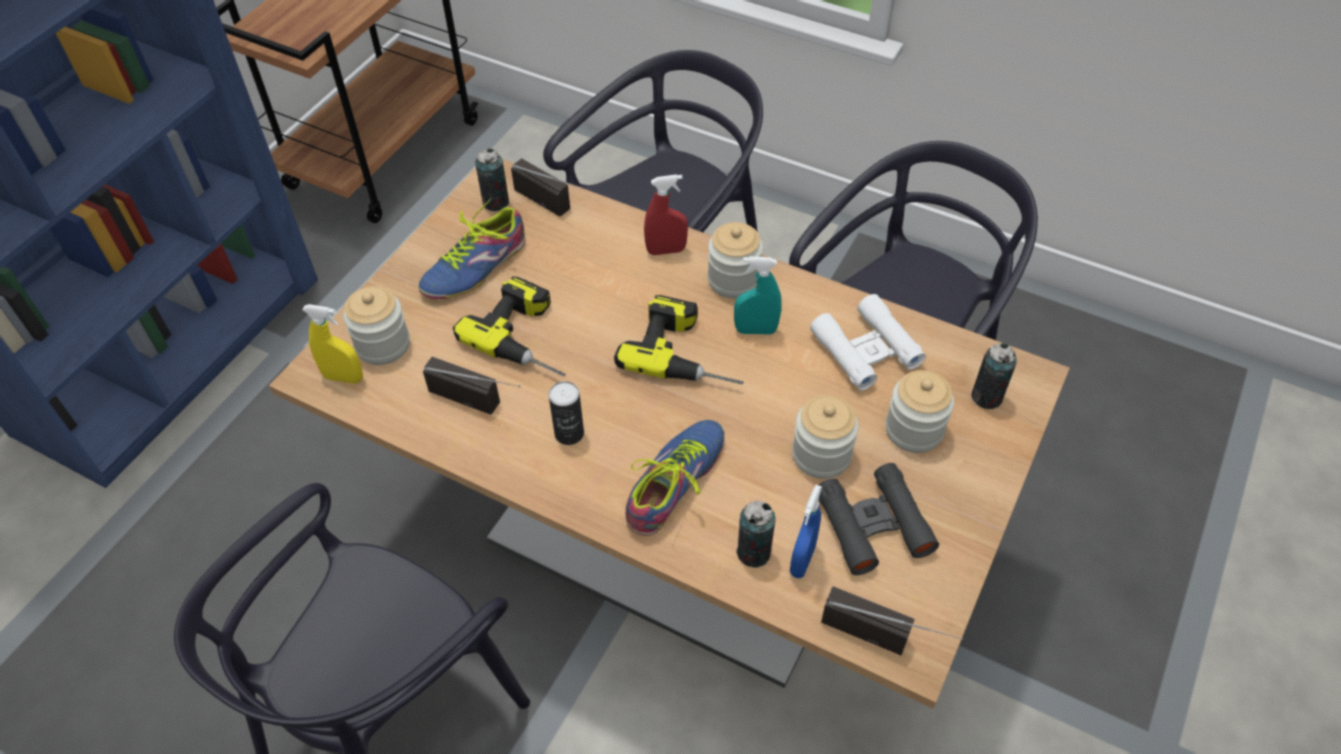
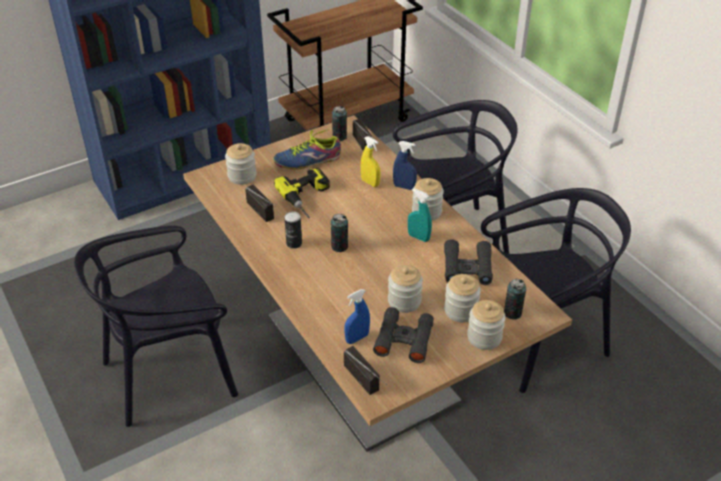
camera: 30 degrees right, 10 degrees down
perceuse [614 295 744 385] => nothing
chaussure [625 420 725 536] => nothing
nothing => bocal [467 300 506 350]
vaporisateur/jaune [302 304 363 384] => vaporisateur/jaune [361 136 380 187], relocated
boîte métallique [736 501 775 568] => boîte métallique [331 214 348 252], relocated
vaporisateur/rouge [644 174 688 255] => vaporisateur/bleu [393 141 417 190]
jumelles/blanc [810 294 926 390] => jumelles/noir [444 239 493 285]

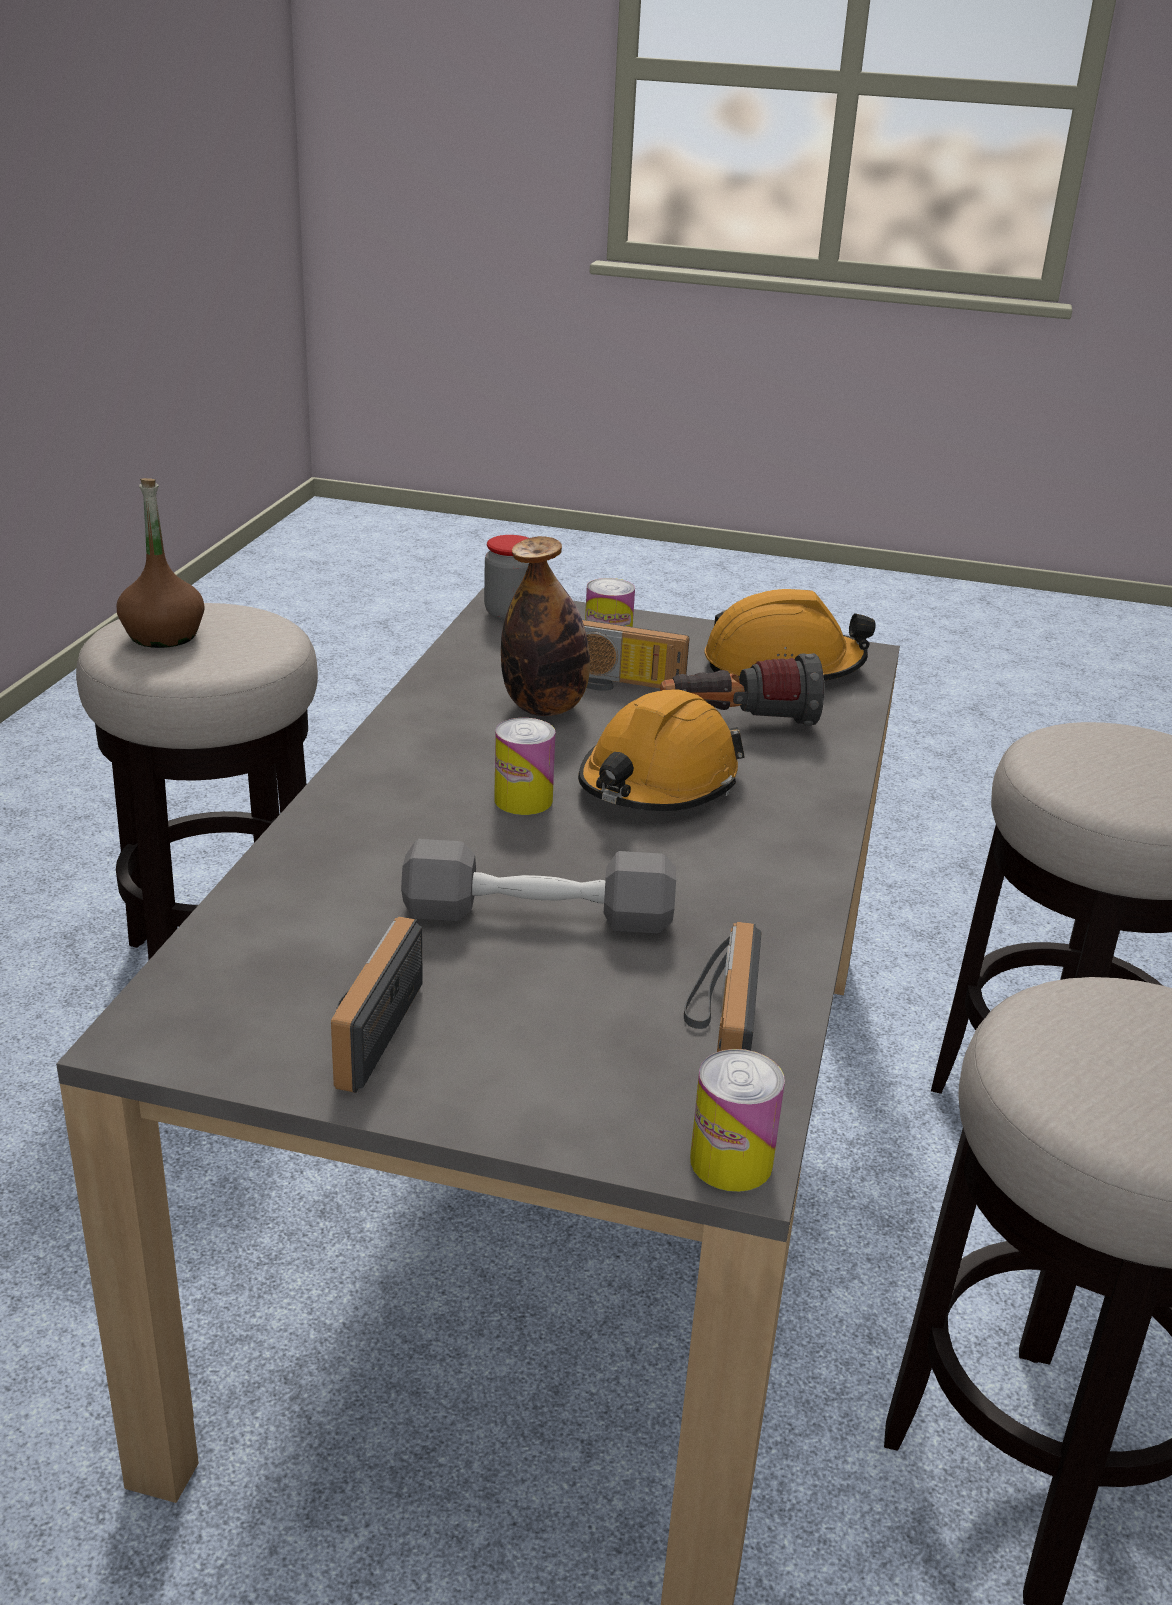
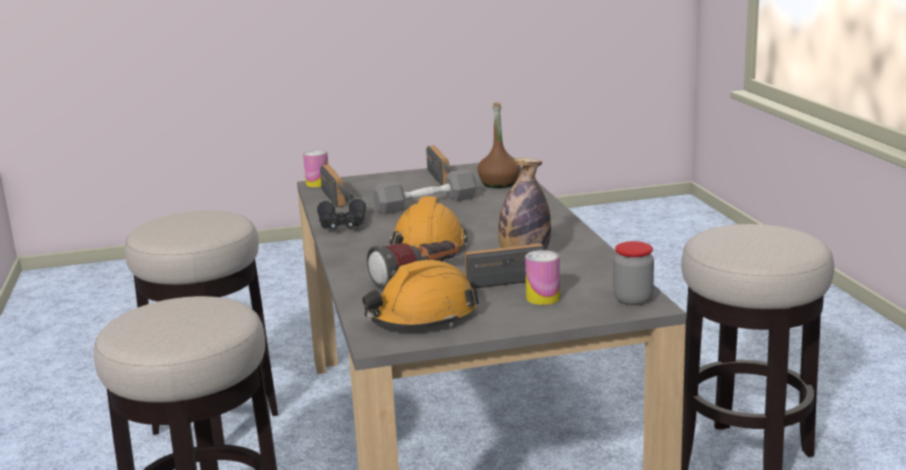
camera: 155 degrees right, 10 degrees down
boîte métallique [494 718 555 815] => nothing
nothing => jumelles/noir [317 198 367 230]
bouteille/marron [117 478 205 648] => bouteille/marron [477 102 520 188], relocated

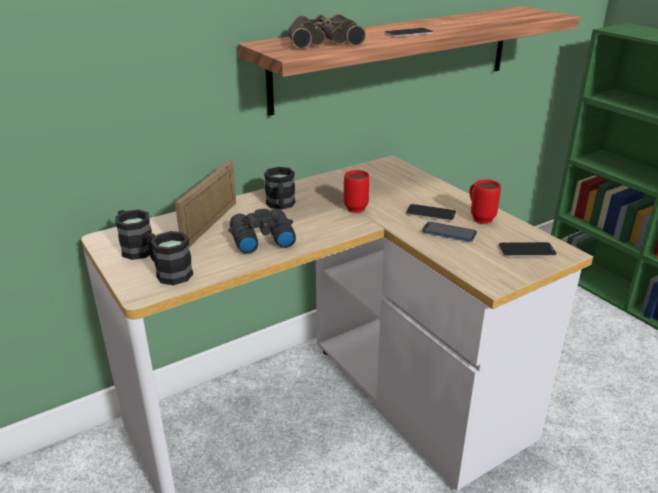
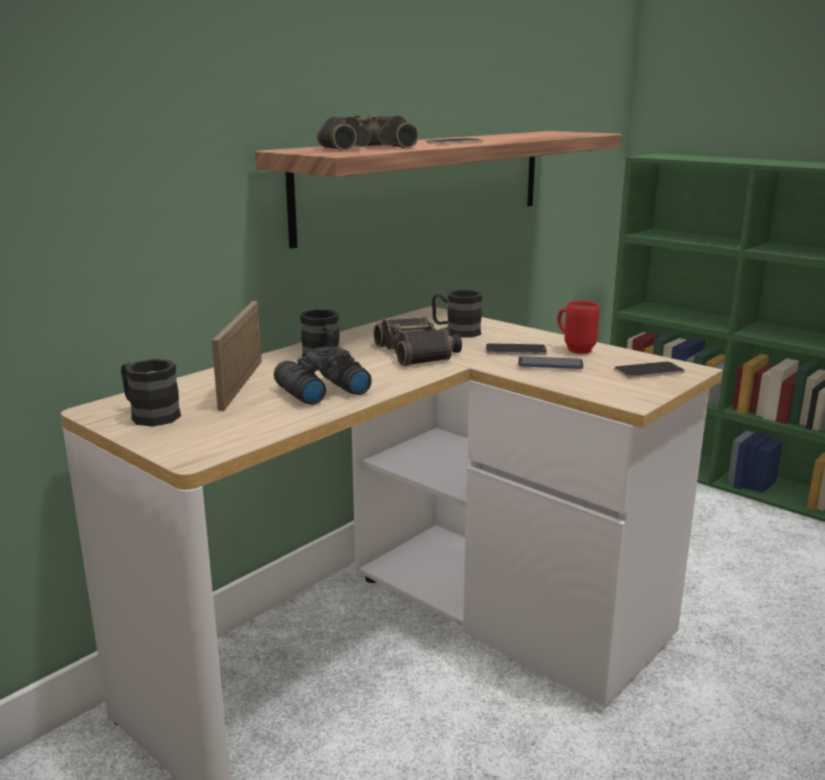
camera: 15 degrees left, 10 degrees down
mug/noir [147 231 193 285] => mug/noir [432 290 482 338], relocated
mug/rouge [344 170 370 213] => jumelles [374 317 462 366]

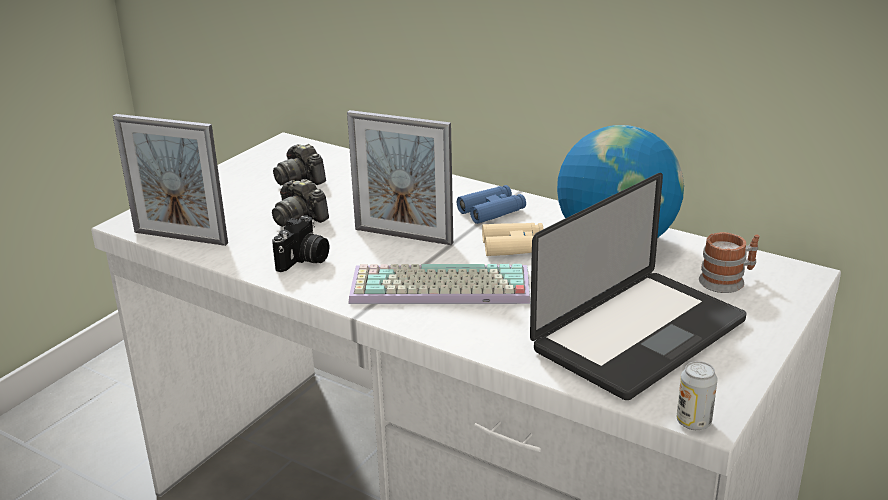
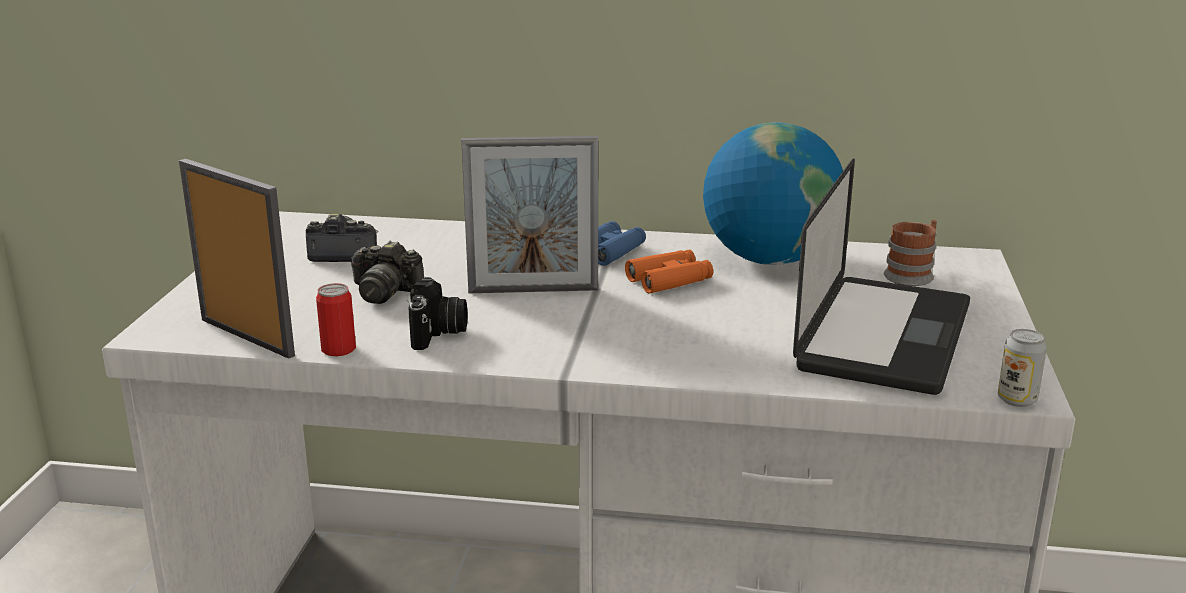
camera: 25 degrees left, 5 degrees down
clavier [349 264 531 304] => nothing
nothing => boîte métallique [316 283 356 356]
jumelles/beige [482 223 544 256] => jumelles/orange [625 250 713 294]
cadre photo [113 114 228 246] => cadre photo [179 159 295 359], 135 degrees counterclockwise
appareil photo [273 144 326 185] => appareil photo [306 214 378 262], 150 degrees clockwise

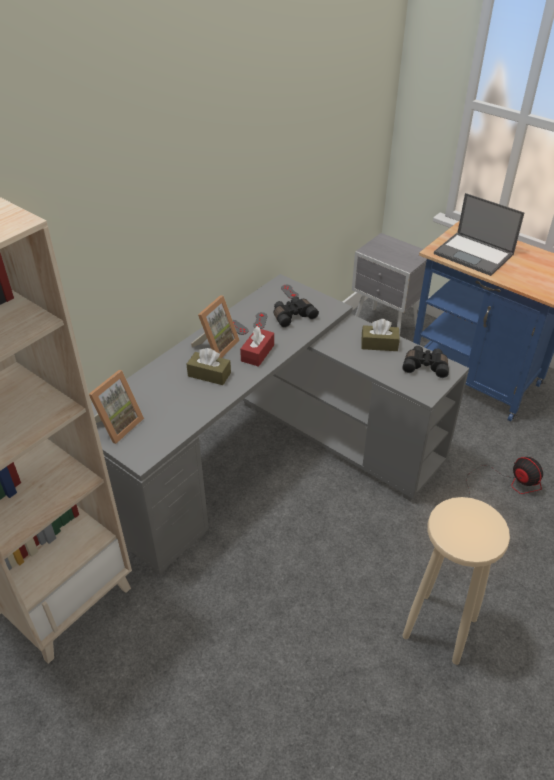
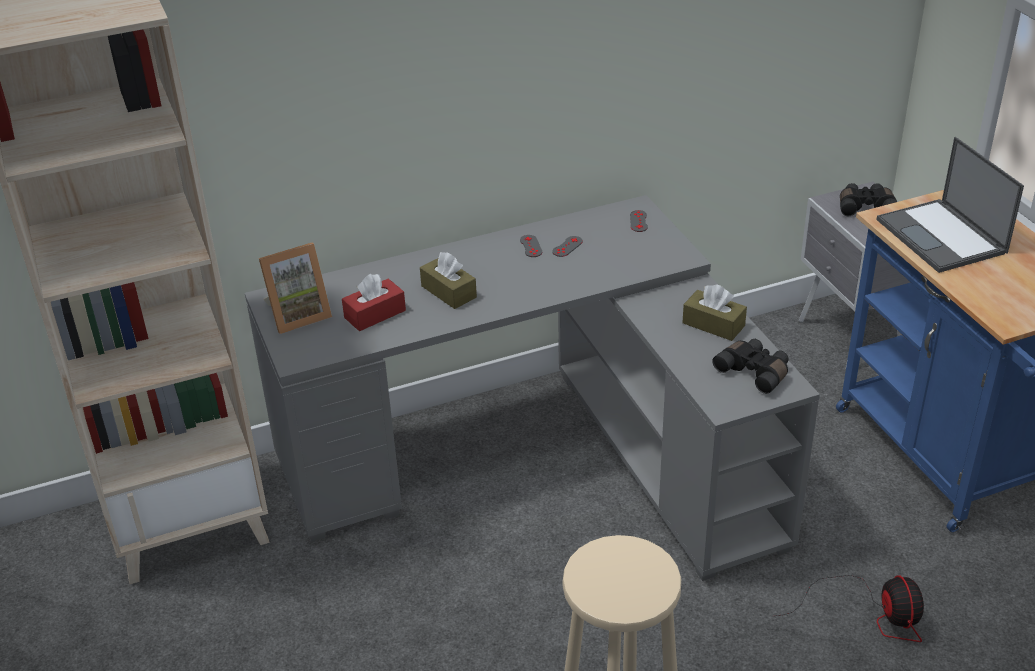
camera: 30 degrees right, 5 degrees down
cadre photo [191 295 240 358] => nothing
boîte à mouchoirs/rouge [240 326 274 367] => boîte à mouchoirs/rouge [342 274 406 331], relocated
jumelles/noir [274 297 319 328] => jumelles/noir [840 183 897 216], relocated

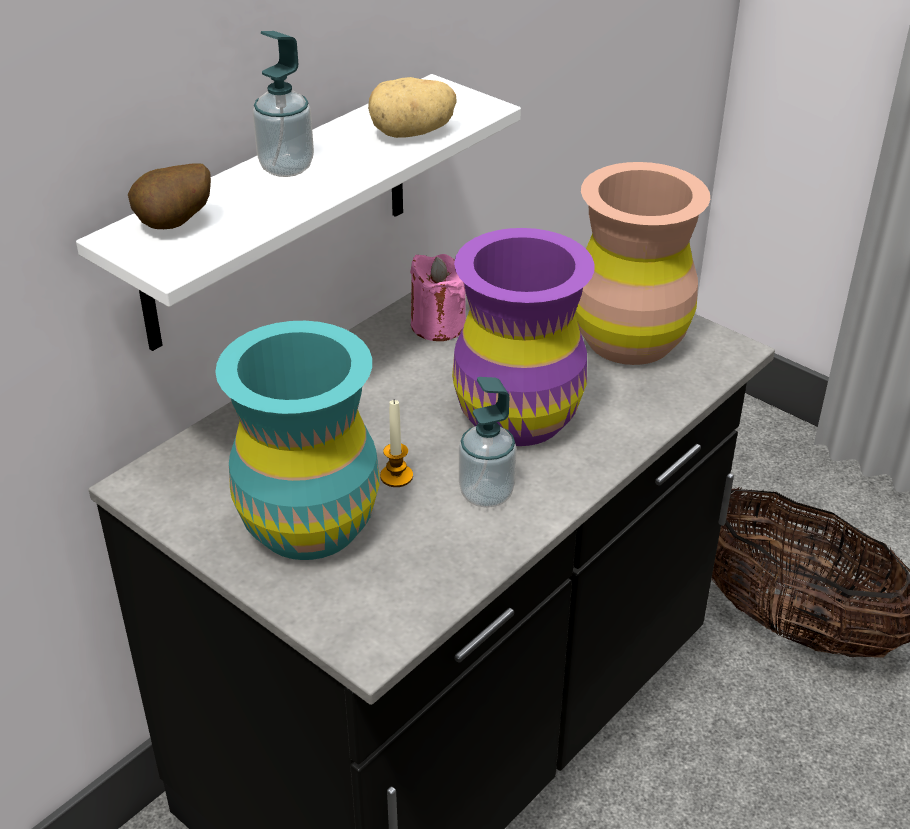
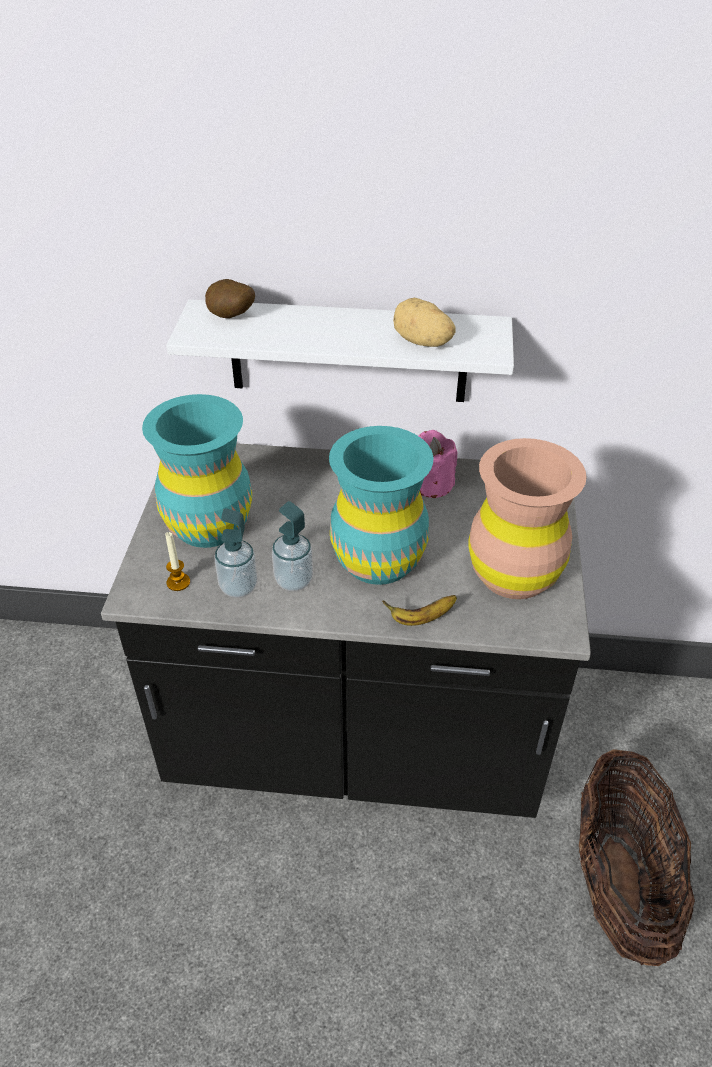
camera: 55 degrees right, 5 degrees up
nothing => banane [382 595 457 626]
distributeur de savon [253 31 314 177] => distributeur de savon [215 508 258 598], relocated
bougie [380 400 413 487] => bougie [165 532 190 591], relocated
vase/violet [452 228 595 446] => vase/turquoise [329 426 433 585]

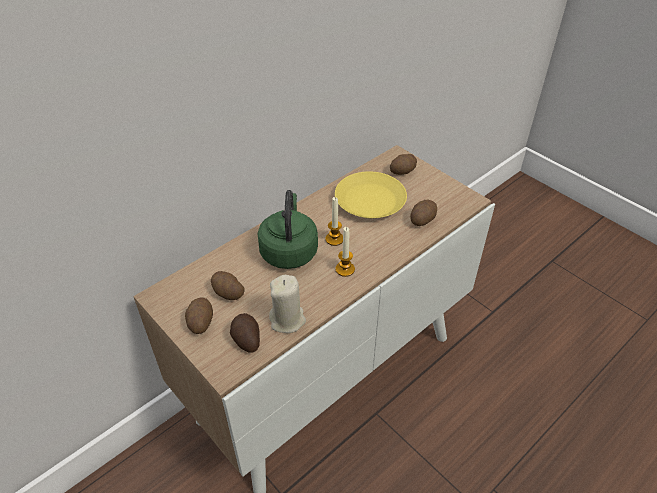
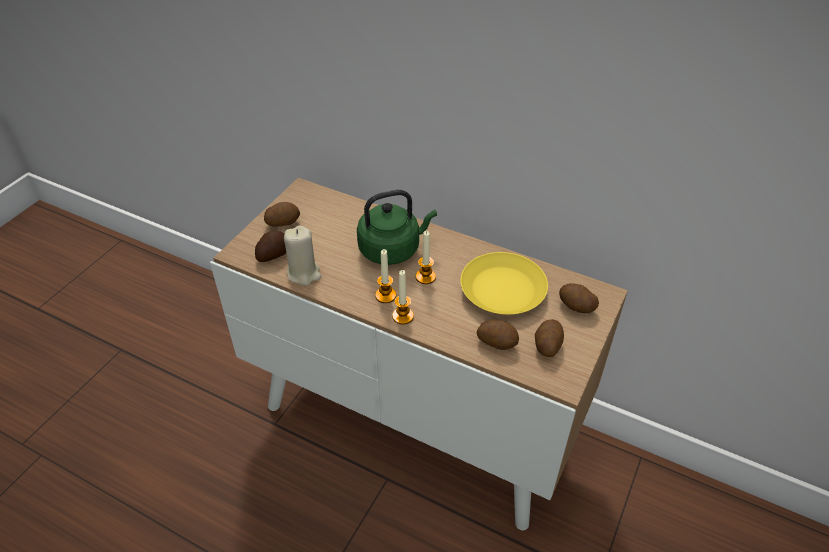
camera: 70 degrees right, 0 degrees up
nothing => bougie [392 270 414 324]
pomme de terre [211 271 245 300] => pomme de terre [535 319 564 357], relocated

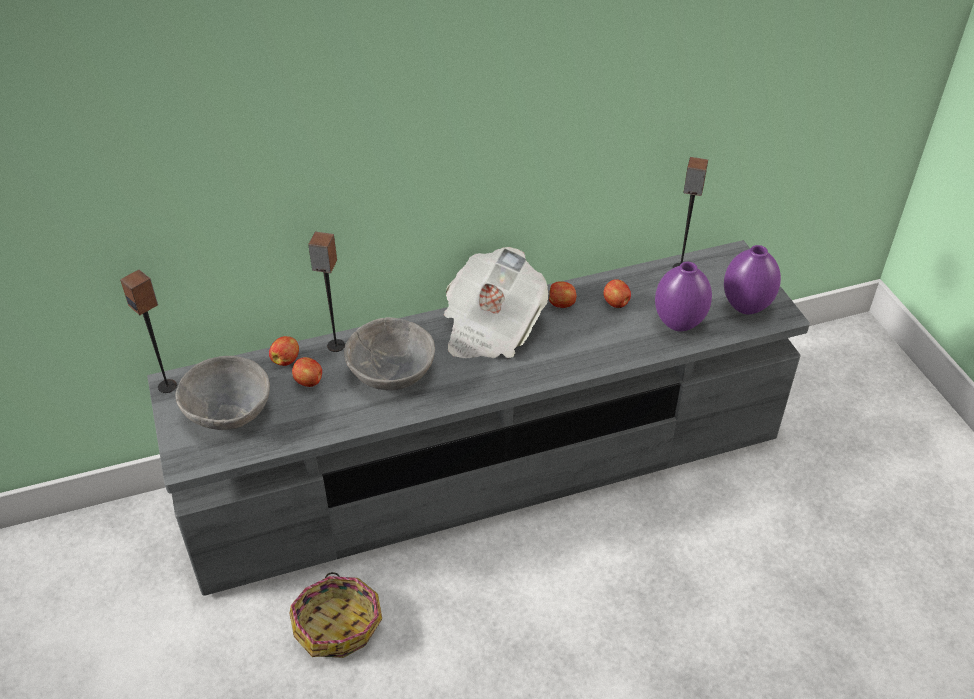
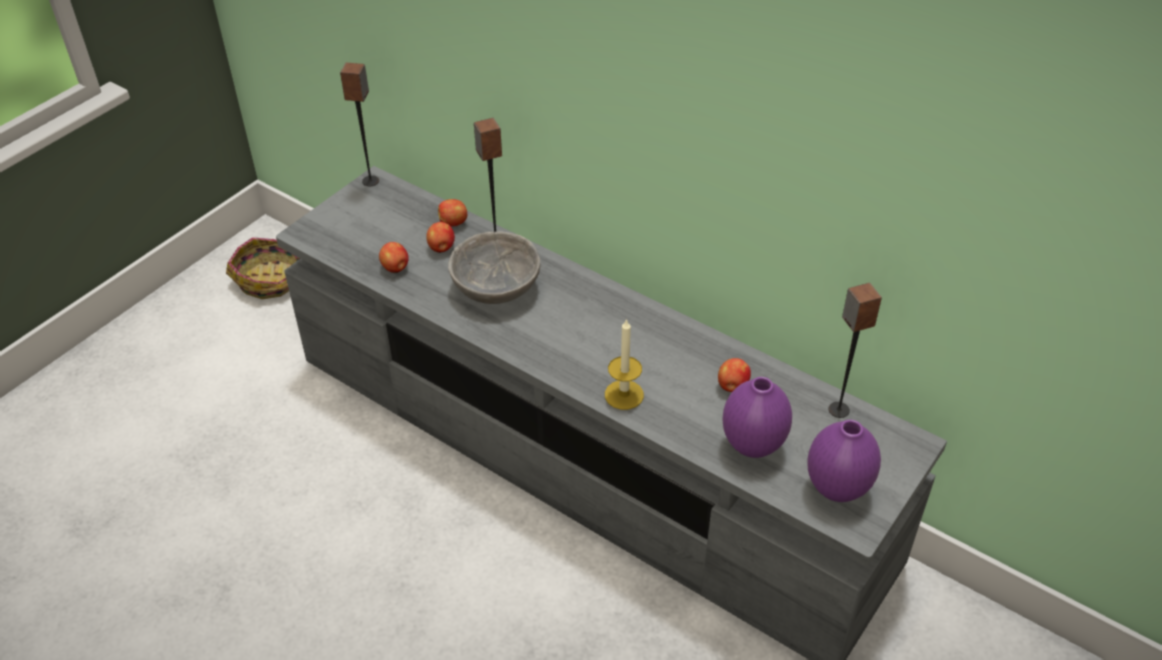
camera: 55 degrees right, 0 degrees up
bol/gris [175 356 270 430] => nothing
journal [444 247 549 358] => nothing
nothing => bougie [605 318 644 410]
panier [290 572 382 658] => panier [226 237 300 299], relocated
pomme [549 281 576 308] => pomme [379 242 409 273], relocated

